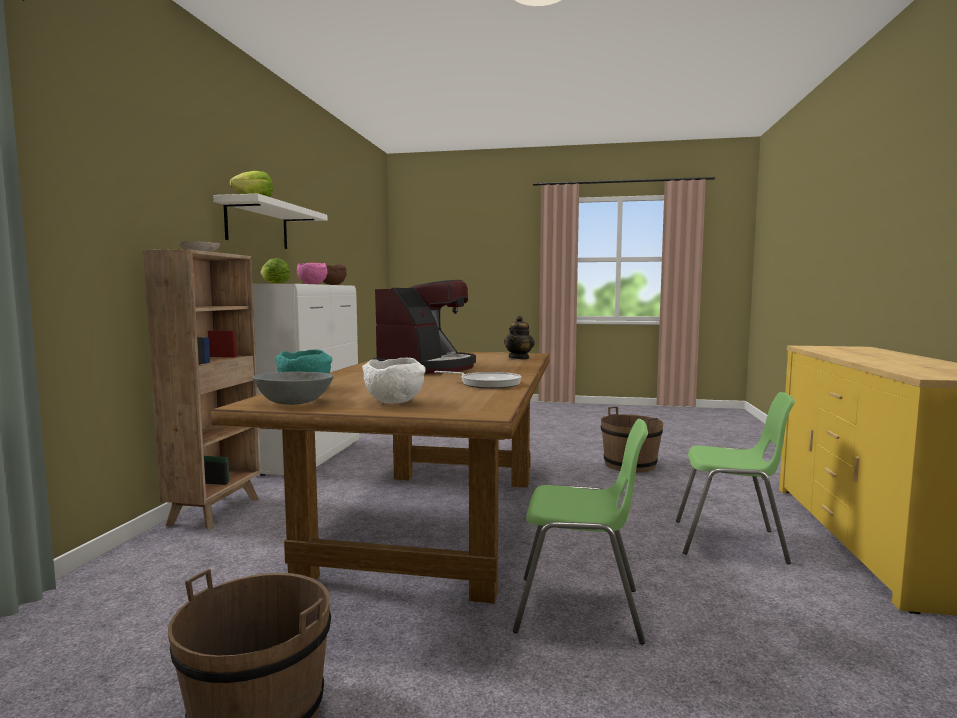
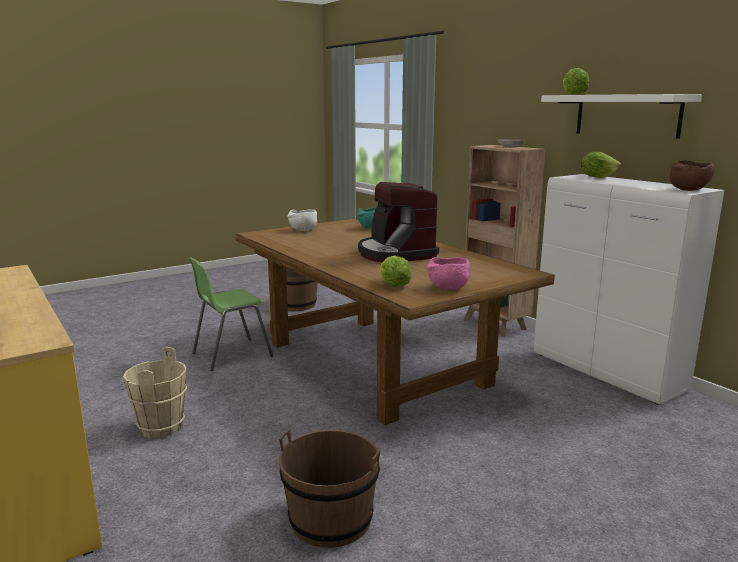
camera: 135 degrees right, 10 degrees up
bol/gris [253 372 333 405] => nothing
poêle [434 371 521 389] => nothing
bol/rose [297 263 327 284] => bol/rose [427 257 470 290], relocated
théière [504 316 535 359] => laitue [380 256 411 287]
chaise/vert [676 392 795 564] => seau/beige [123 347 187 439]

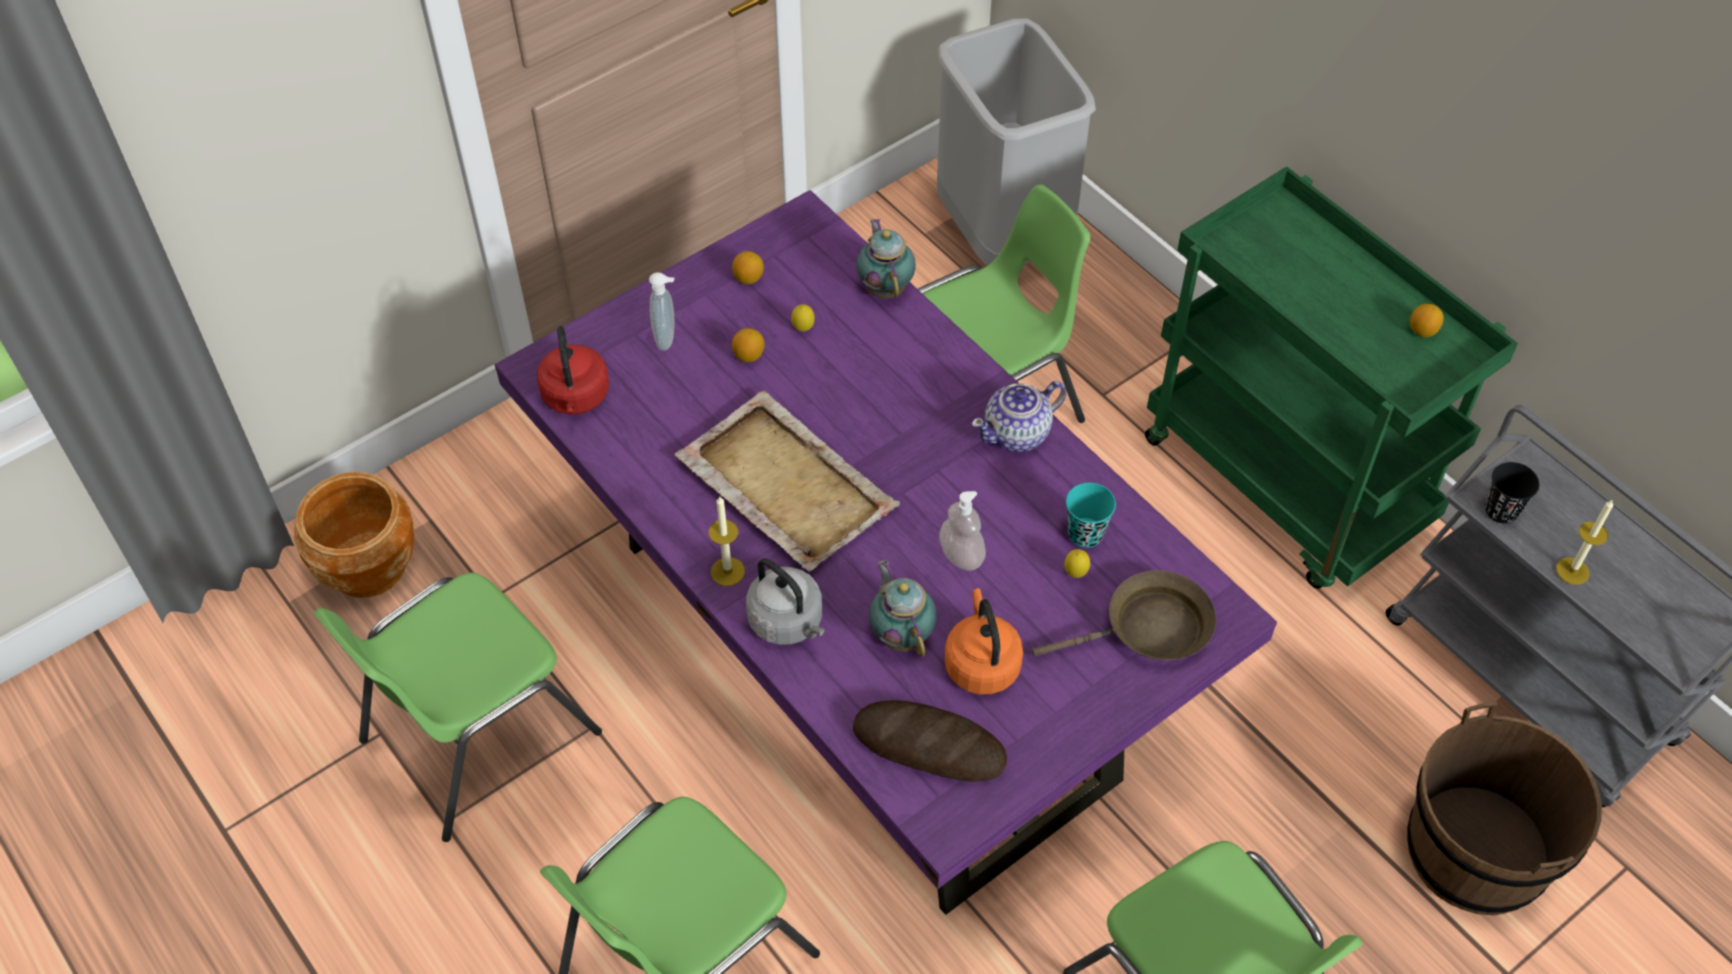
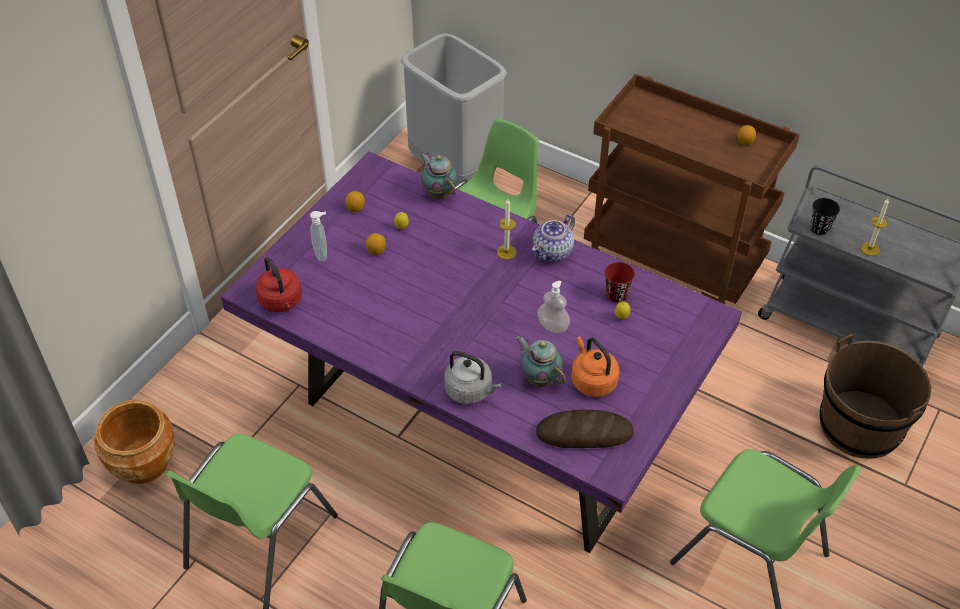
camera: 20 degrees left, 5 degrees down
plateau/beige [675 390 900 571] => nothing
poêle/marron [1032 570 1216 660] => nothing
bougie [709 496 745 586] => bougie [497 199 517 259], relocated
tasse/turquoise [1066 483 1116 548] => tasse/rouge [605 262 635 303]
chariot/vert [1145 167 1518 589] => chariot/marron [584 74 800 304]

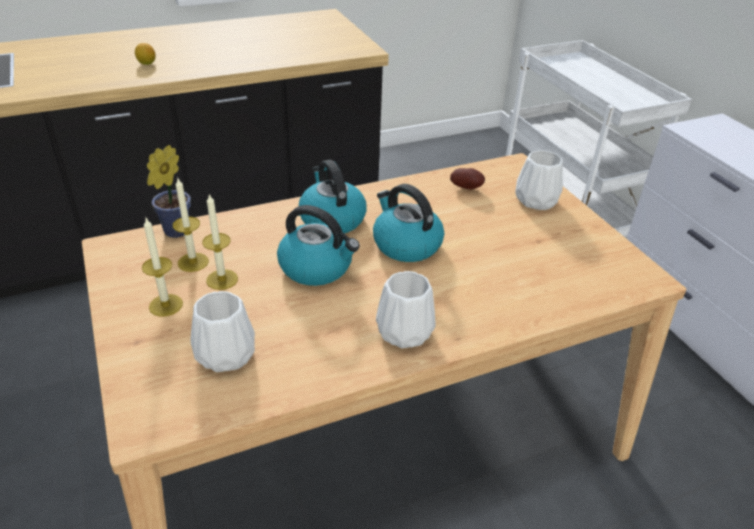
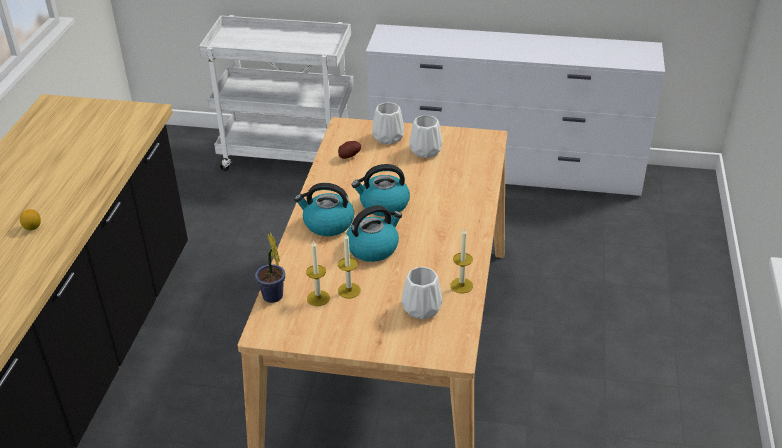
camera: 55 degrees left, 0 degrees up
bougie [142 218 183 317] => bougie [450 229 473 293], relocated
vase/blanc [376 271 435 348] => vase/blanc [409 115 442 158], relocated

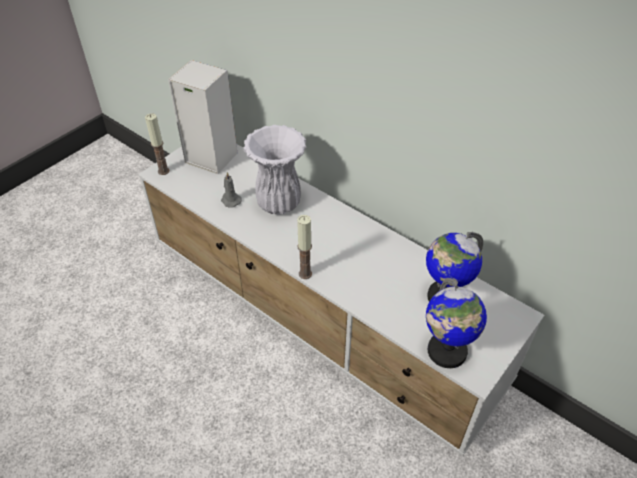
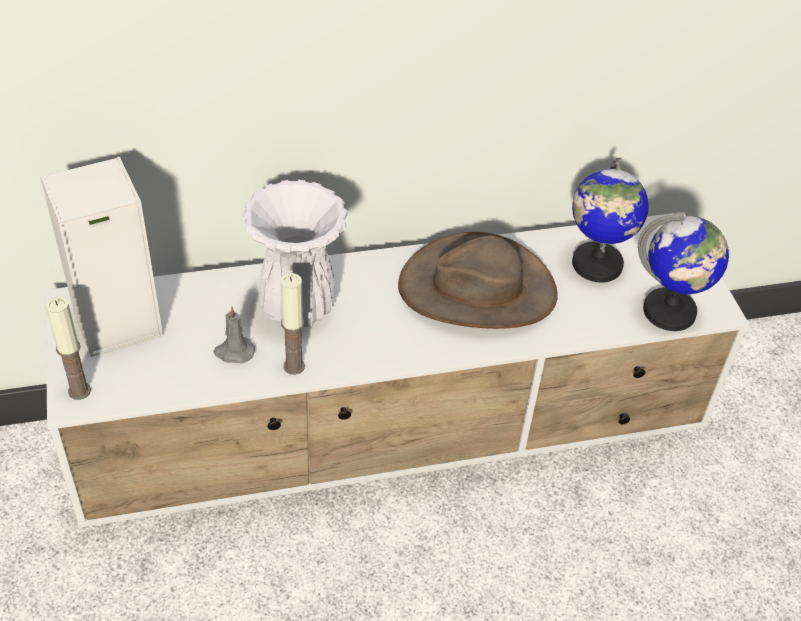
camera: 55 degrees left, 0 degrees up
nothing => chapeau/marron [398 232 558 329]
bougie [297 215 312 279] => bougie [280 273 305 375], relocated

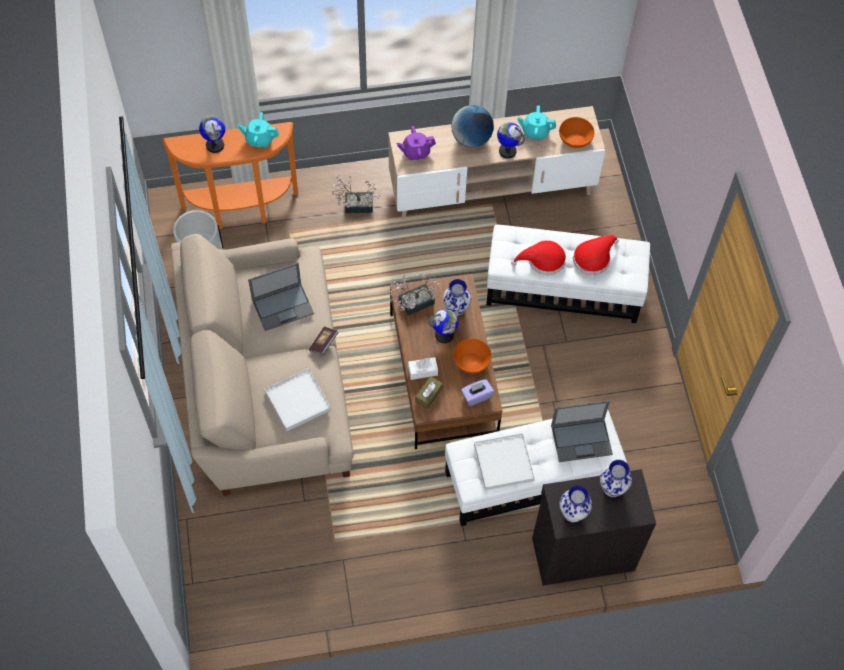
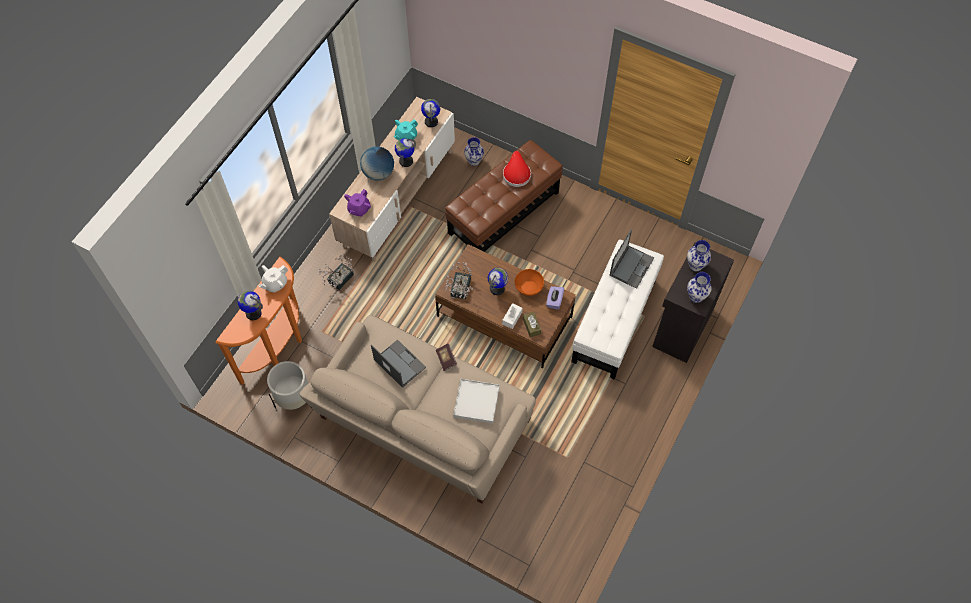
camera: 50 degrees left, 0 degrees up
plateau/blanc [474 433 535 490] => nothing
chapeau/rouge [511 240 566 275] => nothing
vase [443 279 471 316] => vase [464 137 484 166], relocated
bol/orange [559 117 595 148] => globe [421 99 440 127]
théière/turquoise [237 112 279 148] => théière/blanc [259 265 288 293]
pouf/blanc [486 224 650 323] => pouf/marron [445 140 563 252]
ordinateur portable [248 262 314 331] => ordinateur portable [371 339 426 388], 60 degrees counterclockwise

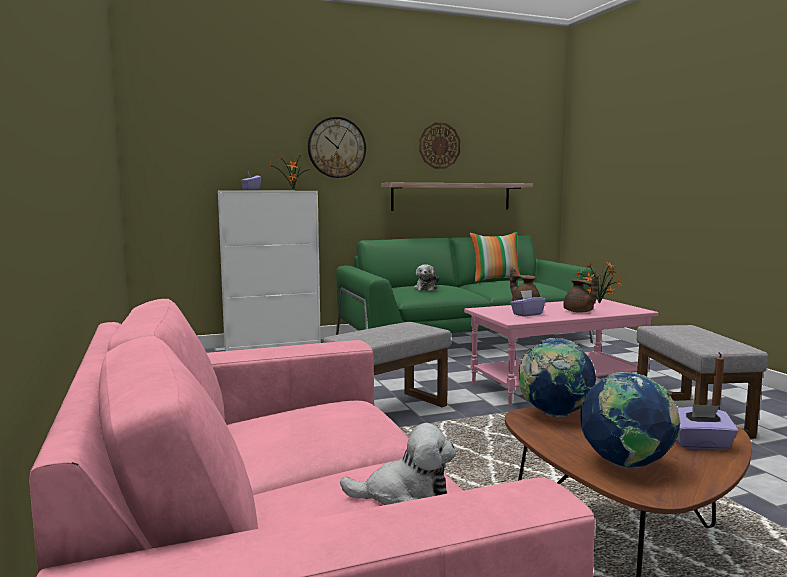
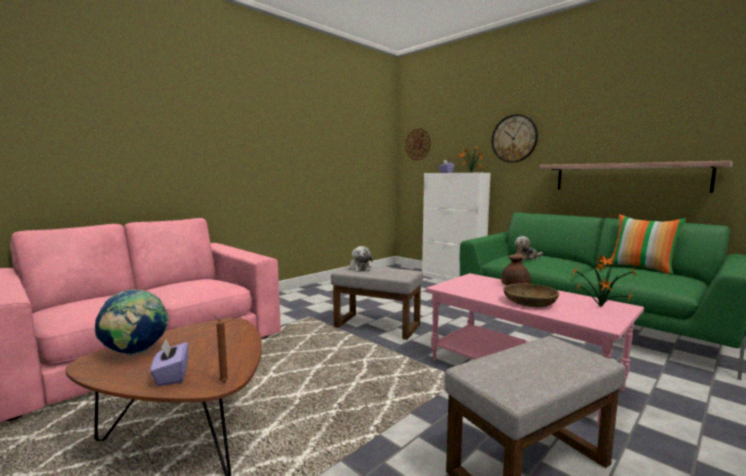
camera: 65 degrees right, 0 degrees up
boîte à mouchoirs/violet [510 290 546 317] => nothing
globe [519 338 596 418] => nothing
peluche [340 423 456 505] => peluche [349 246 373 272], relocated
horloge murale [419 123 460 169] => horloge murale [406 128 430 160], relocated
théière/marron [563 275 599 313] => bol/marron [503 283 559 307]

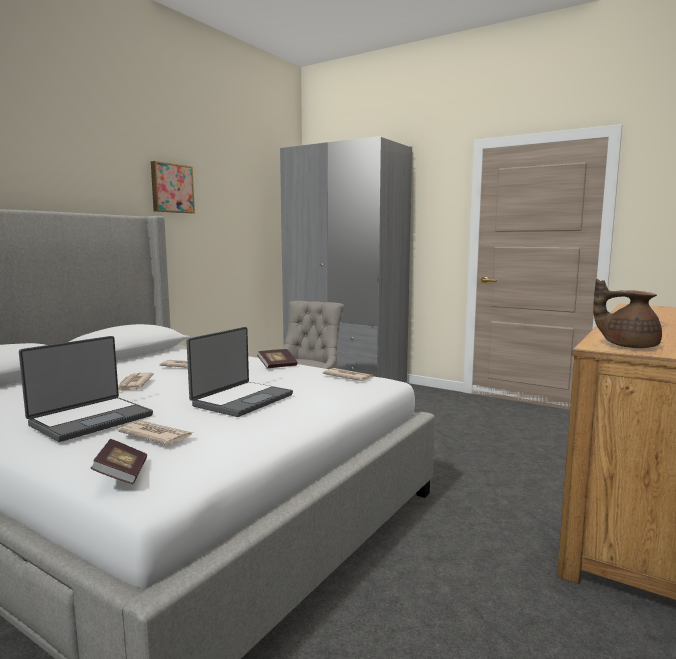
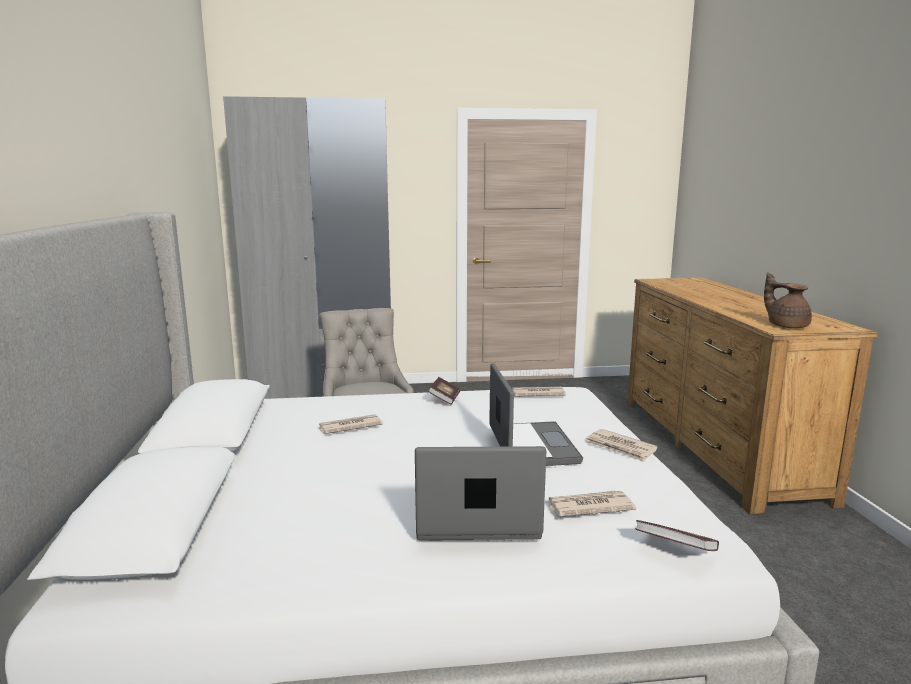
camera: 40 degrees left, 5 degrees up
tableau [151 161 195 213] => nothing
journal [118 373 154 391] => journal [586 429 658 462], relocated
ordinateur portable [19 336 153 442] => ordinateur portable [415 446 546 540], 90 degrees counterclockwise
théière/marron [593 279 662 348] => théière/marron [764 272 812 328], 75 degrees clockwise

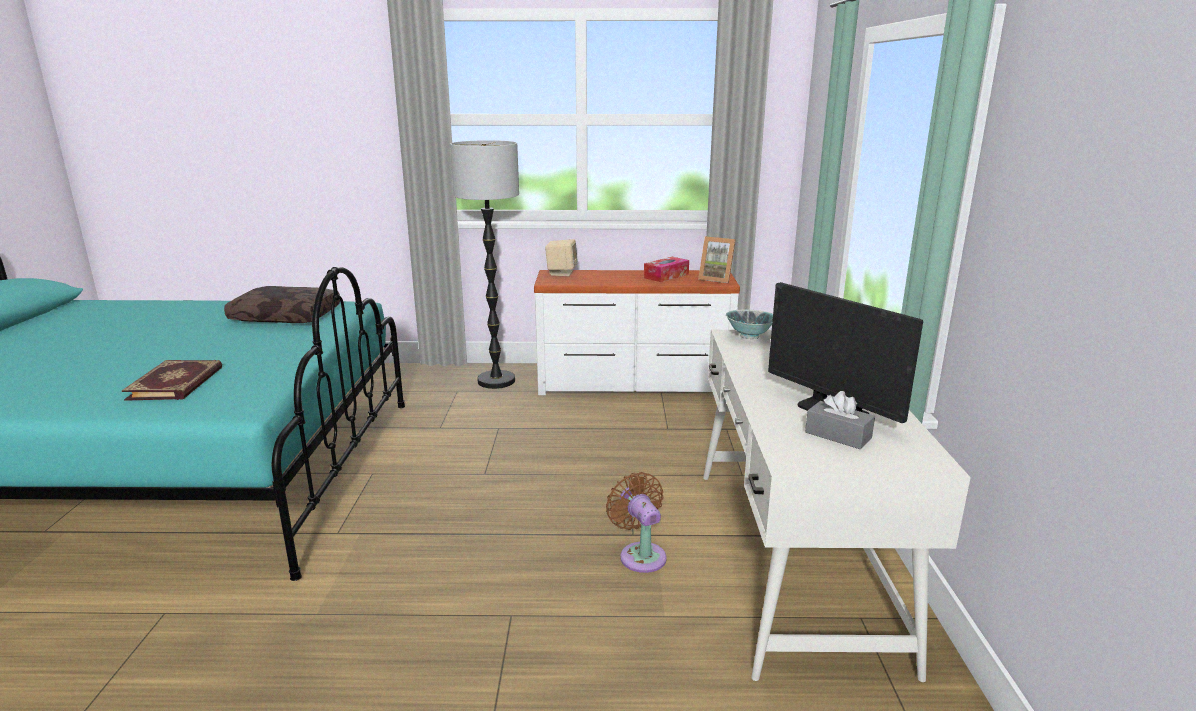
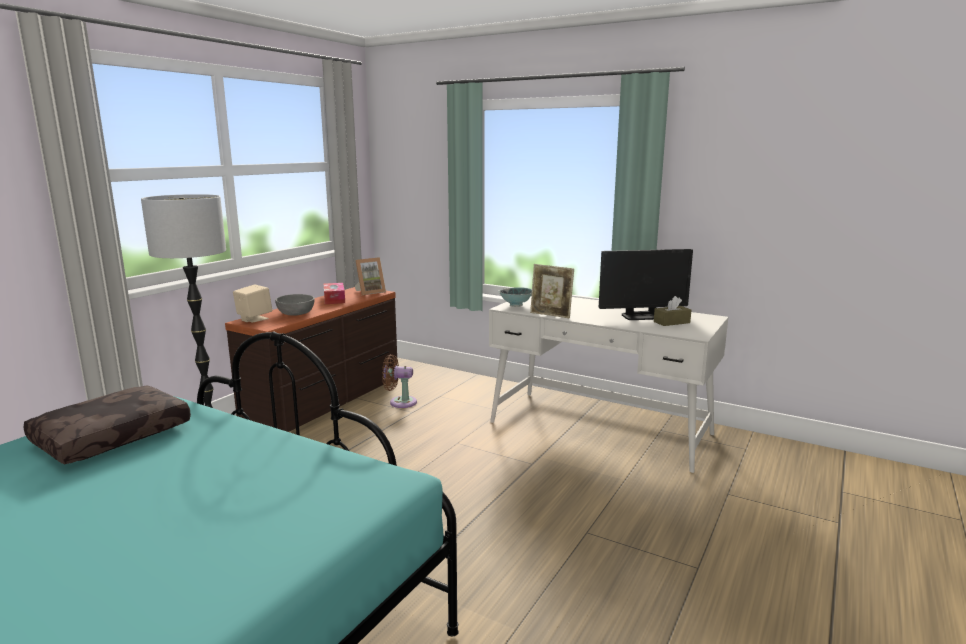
camera: 60 degrees left, 5 degrees down
livre [122 360 222 401] => nothing
nothing => bol/gris [275 294 315 316]
nothing => cadre photo [530 264 574 318]
ventilateur/marron [606 472 667 573] => ventilateur/marron [382 354 417 408], relocated
commode/blanc [534 270 740 395] => commode/marron [225 287 398 432]
boîte à mouchoirs/gris [805 391 875 449] => boîte à mouchoirs/marron [654 296 691 326]

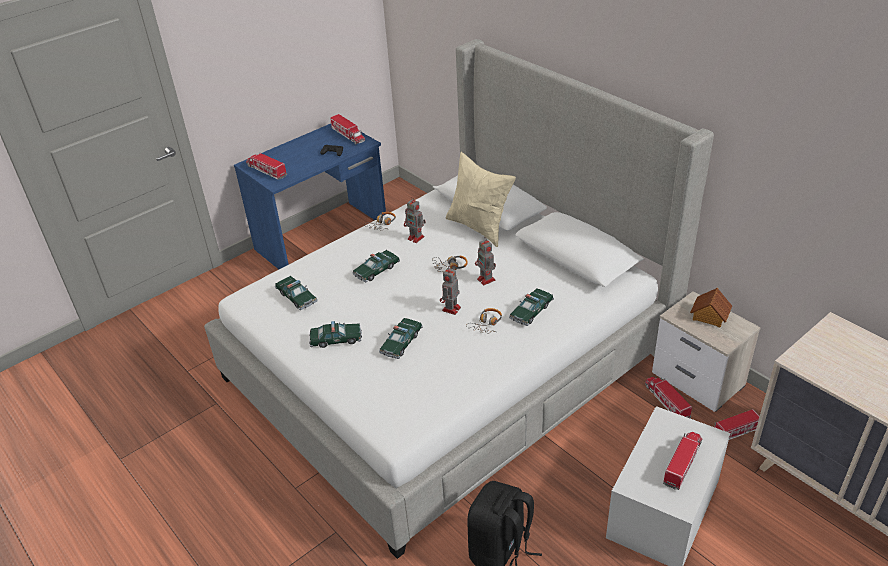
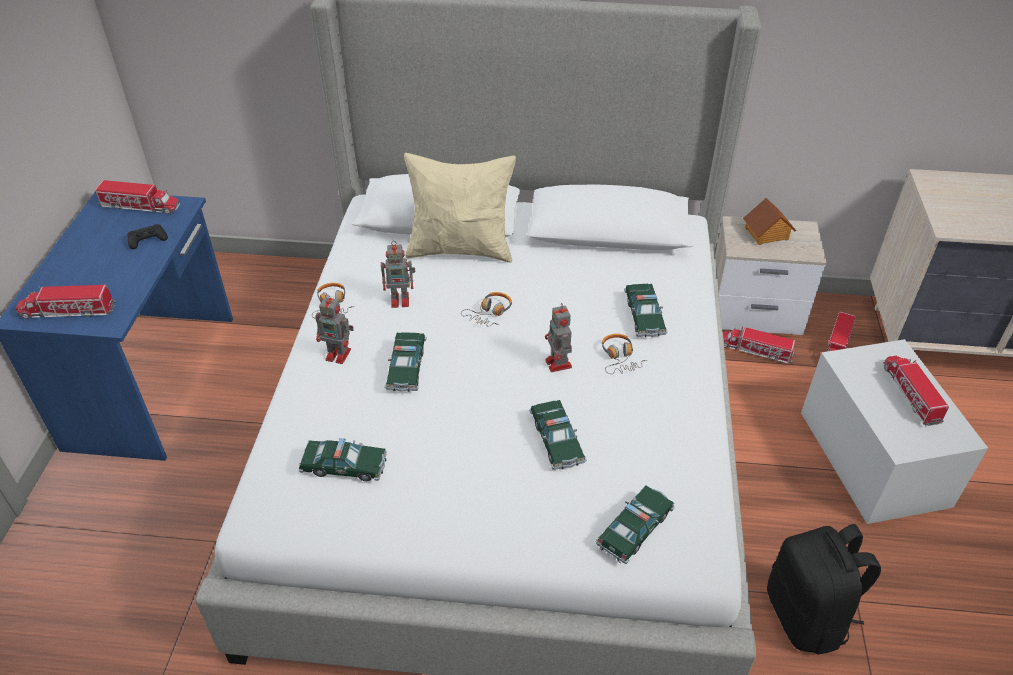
camera: 45 degrees left, 5 degrees up
petite voiture [309 321 362 348] => petite voiture [596 485 675 564], relocated
robot jouet [475 237 496 285] => robot jouet [315 294 354 364], relocated

